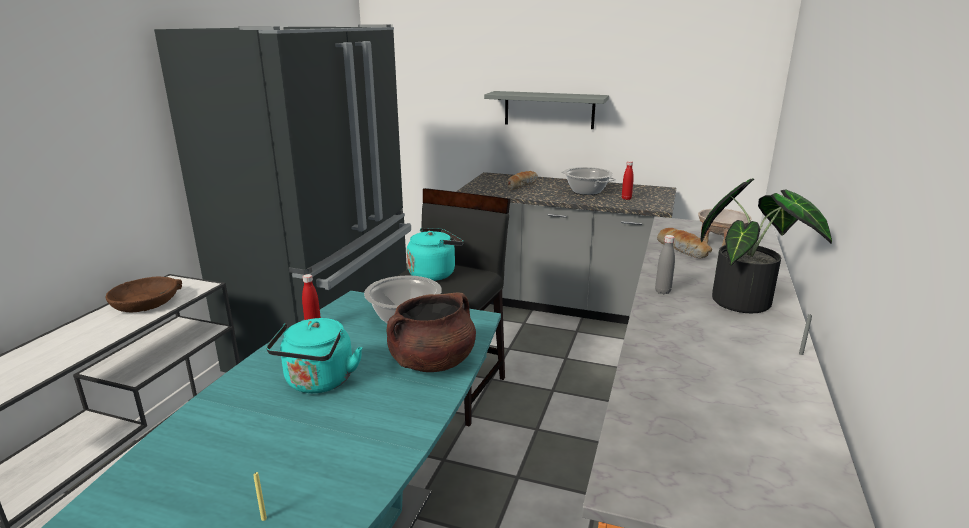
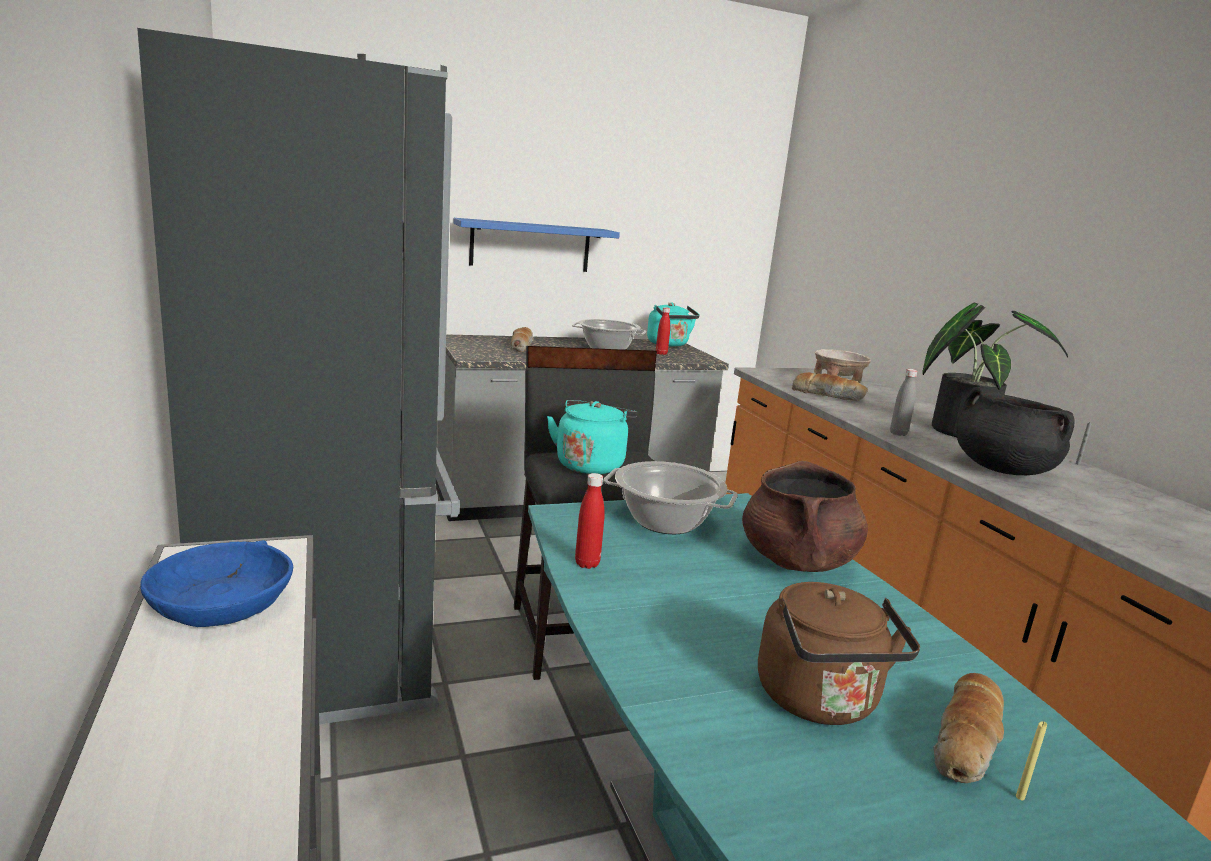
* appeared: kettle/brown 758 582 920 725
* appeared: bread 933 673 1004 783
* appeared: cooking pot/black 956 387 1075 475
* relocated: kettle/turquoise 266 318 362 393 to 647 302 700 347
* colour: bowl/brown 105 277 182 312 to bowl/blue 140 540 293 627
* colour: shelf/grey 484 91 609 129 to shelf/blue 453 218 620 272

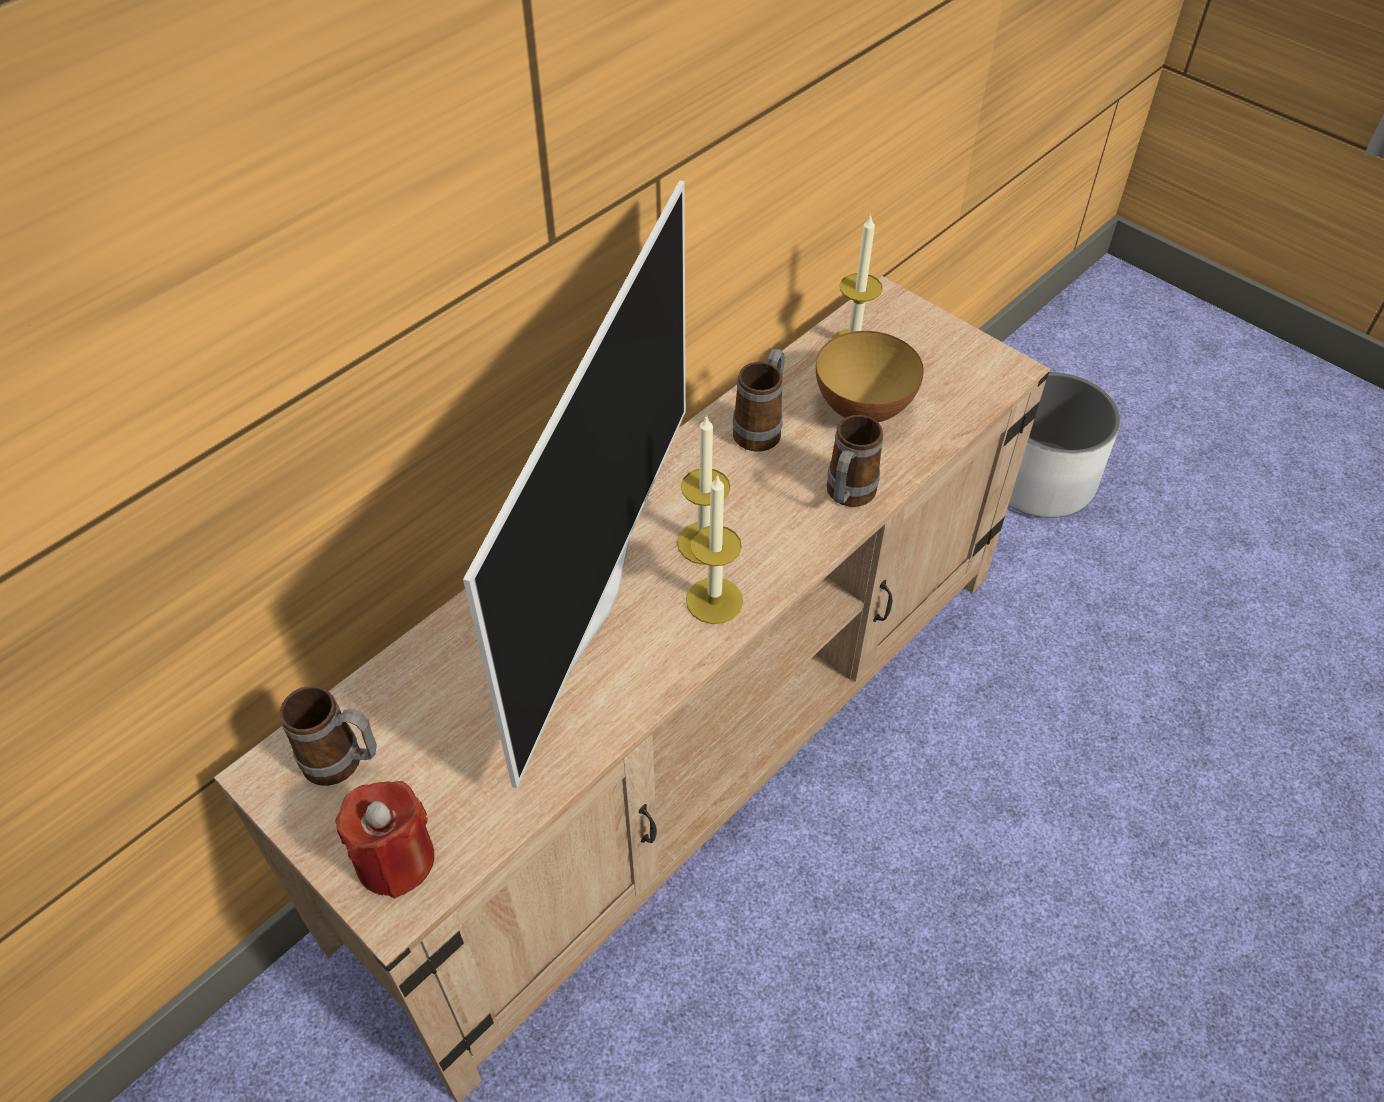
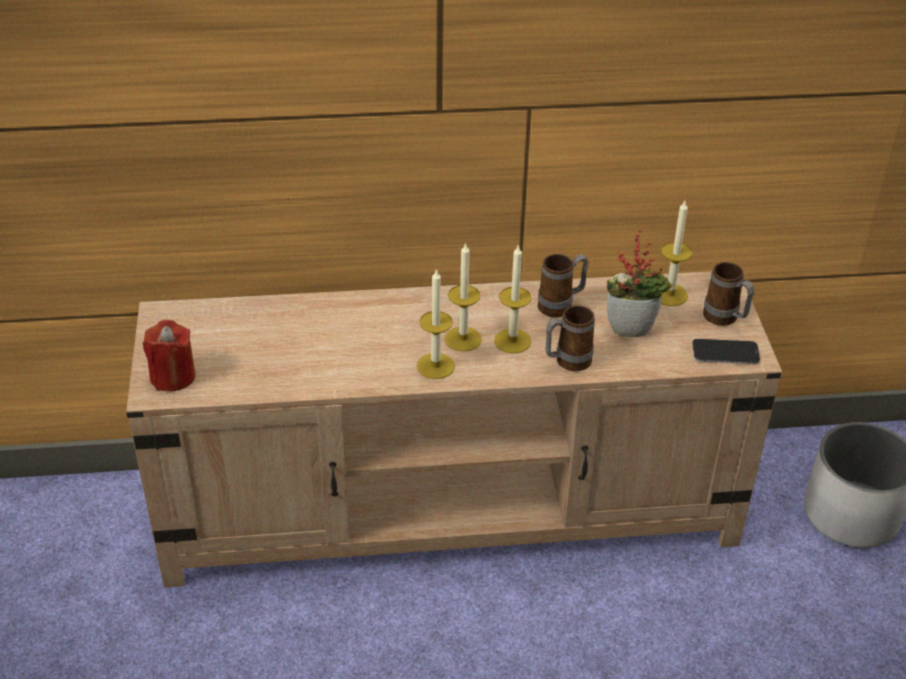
* missing: television 463 180 686 788
* appeared: candle 494 245 531 354
* appeared: phone 692 339 760 364
* relocated: mug 280 686 377 786 to 703 262 754 326
* exchanged: bowl 816 331 924 422 to potted plant 606 230 672 337

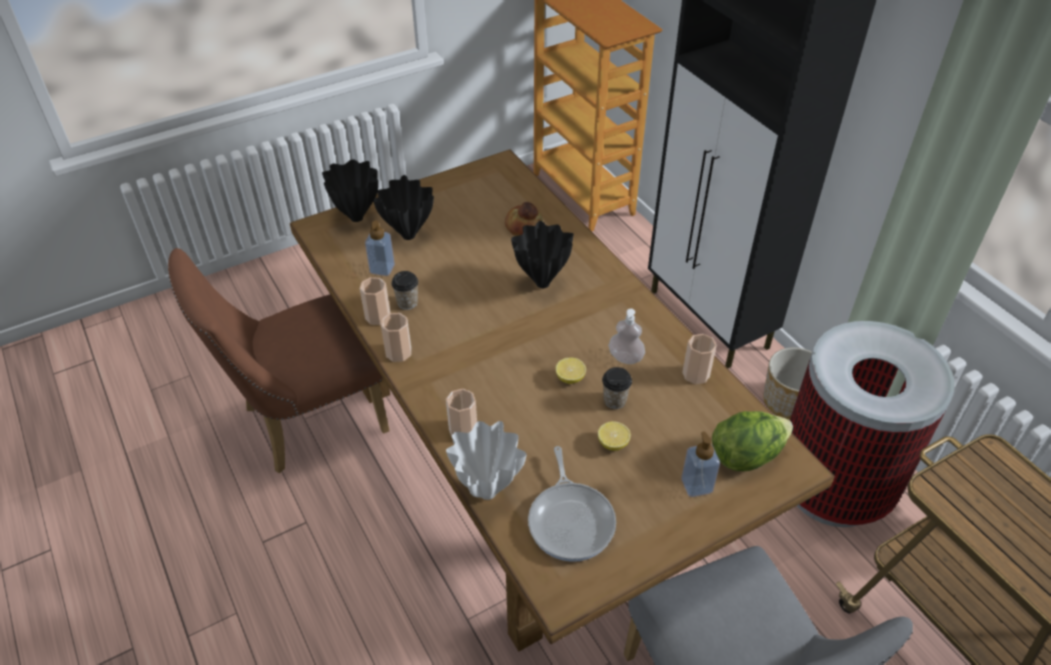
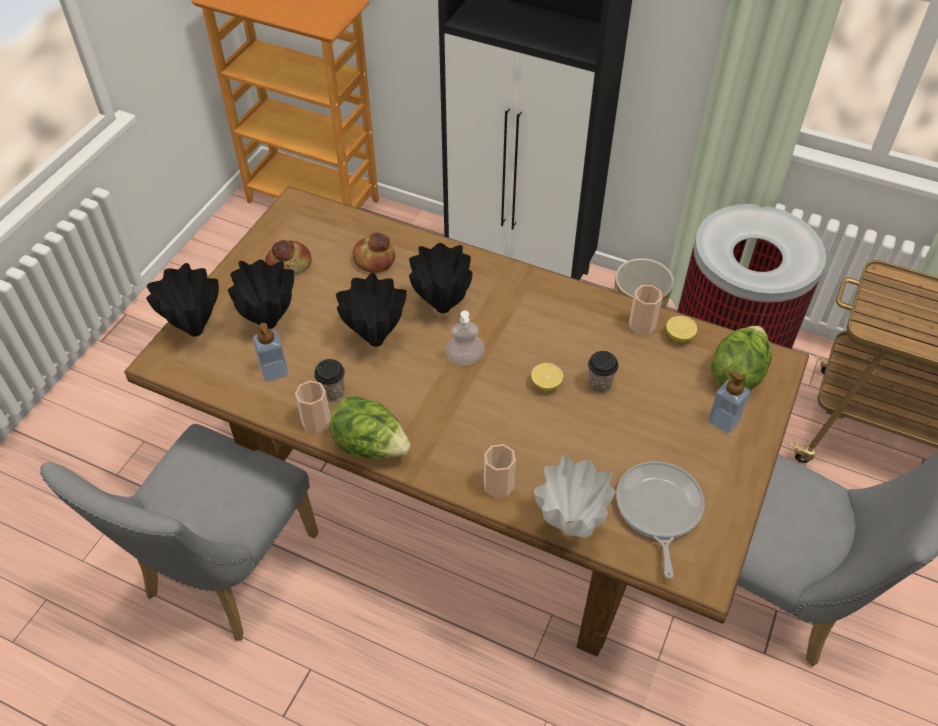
* appeared: bread 265 240 312 275
* appeared: vase/black 336 273 407 347
* relocated: lemon 598 421 631 451 to 666 316 697 342
* relocated: soap dispenser 608 309 645 364 to 445 311 484 365
* exchanged: cup 381 313 411 362 to lettuce 329 395 411 459
* colour: chair/brown 168 248 390 474 to chair/grey 40 424 319 640
* spun: frying pan 528 446 616 562 = 616 461 704 579 135 degrees counterclockwise

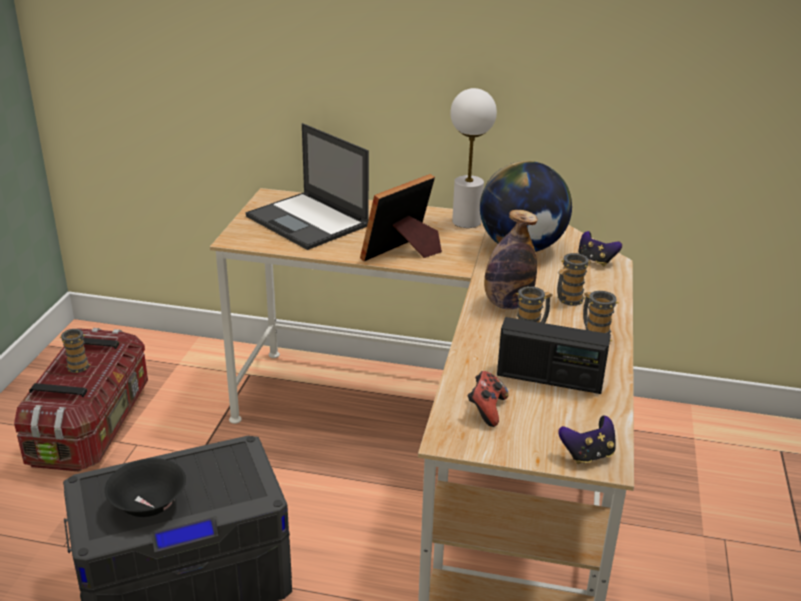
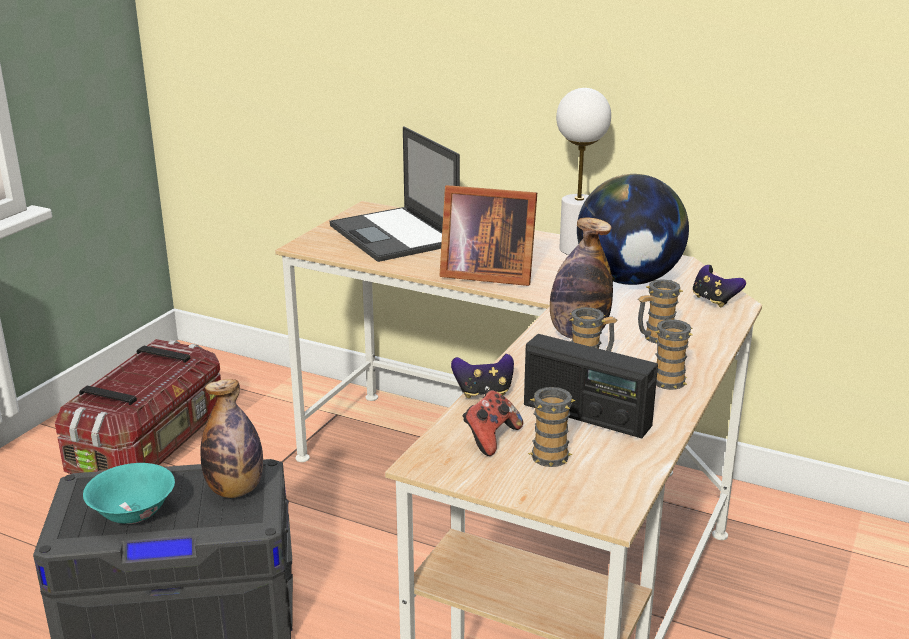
* appeared: bottle 200 379 263 498
* relocated: mug 59 329 91 373 to 528 387 575 467
* relocated: game controller 558 415 616 464 to 451 354 514 398
* colour: bowl/black 105 458 186 517 to bowl/turquoise 83 463 175 524
* spun: picture frame 360 174 442 262 = 439 185 537 286 135 degrees counterclockwise

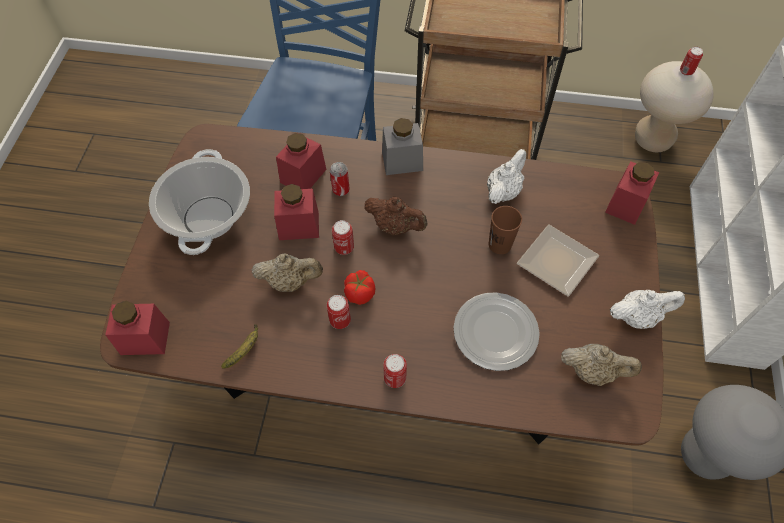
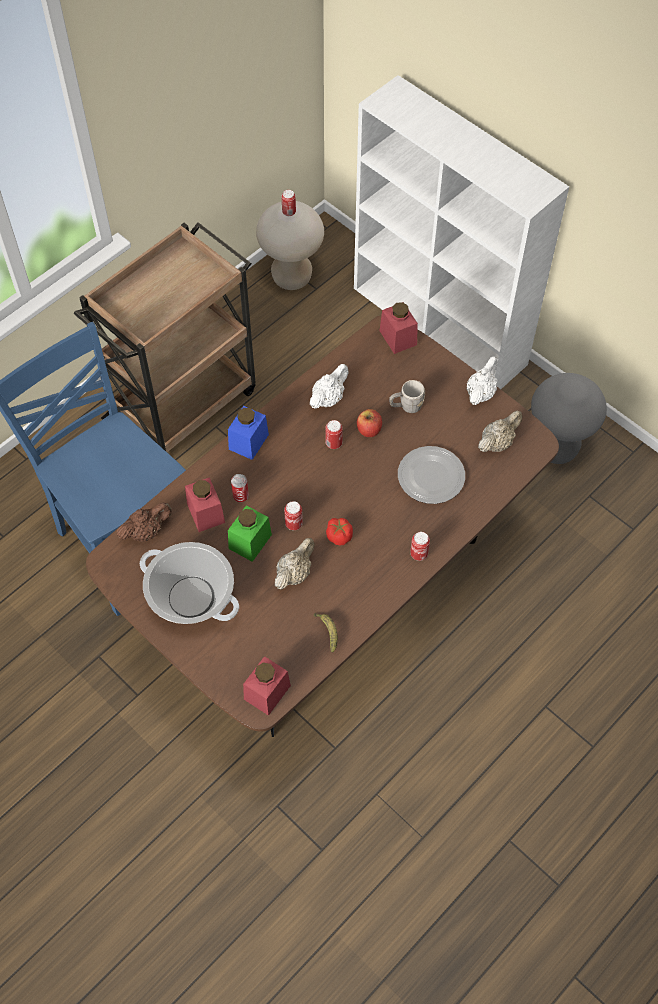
* relocated: can 327 295 351 329 to 325 420 343 449
* relocated: teapot/brown 364 196 427 235 to 116 502 172 542
* exchanged: cup/brown 489 206 522 254 to apple 357 409 382 437
* exchanged: plate 517 224 599 297 to mug/grey 389 380 425 413
* colour: jar/red 274 184 319 240 to jar/green 228 505 272 562
* colour: jar/grey 382 118 423 175 to jar/blue 228 406 269 460
* spun: teapot/white 487 149 526 204 = 310 364 349 409 60 degrees clockwise

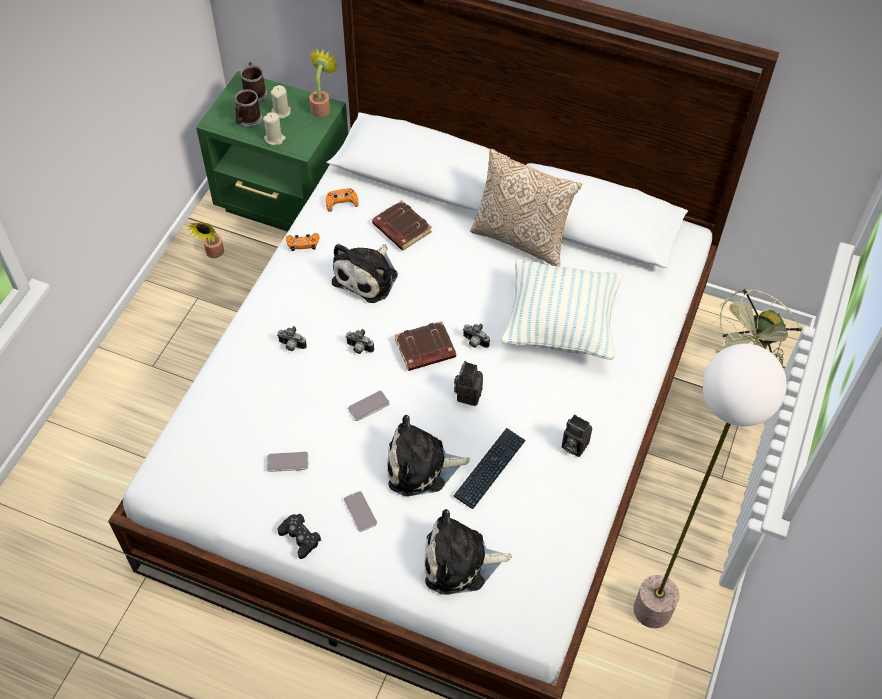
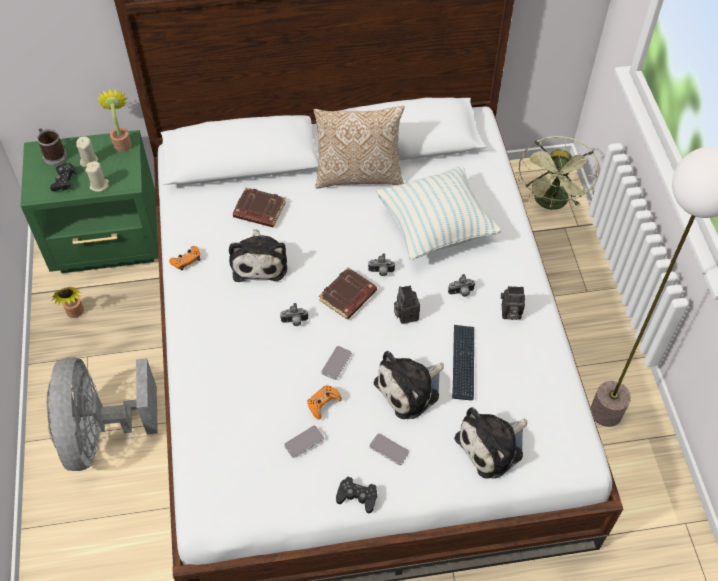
* appeared: fan/grey 46 357 158 471
* relocated: photo camera 277 326 307 351 to 448 274 476 297
* relocated: game controller/orange 326 188 359 212 to 307 385 342 419
* exchanged: mug 234 89 262 128 to game controller/black 50 163 77 192

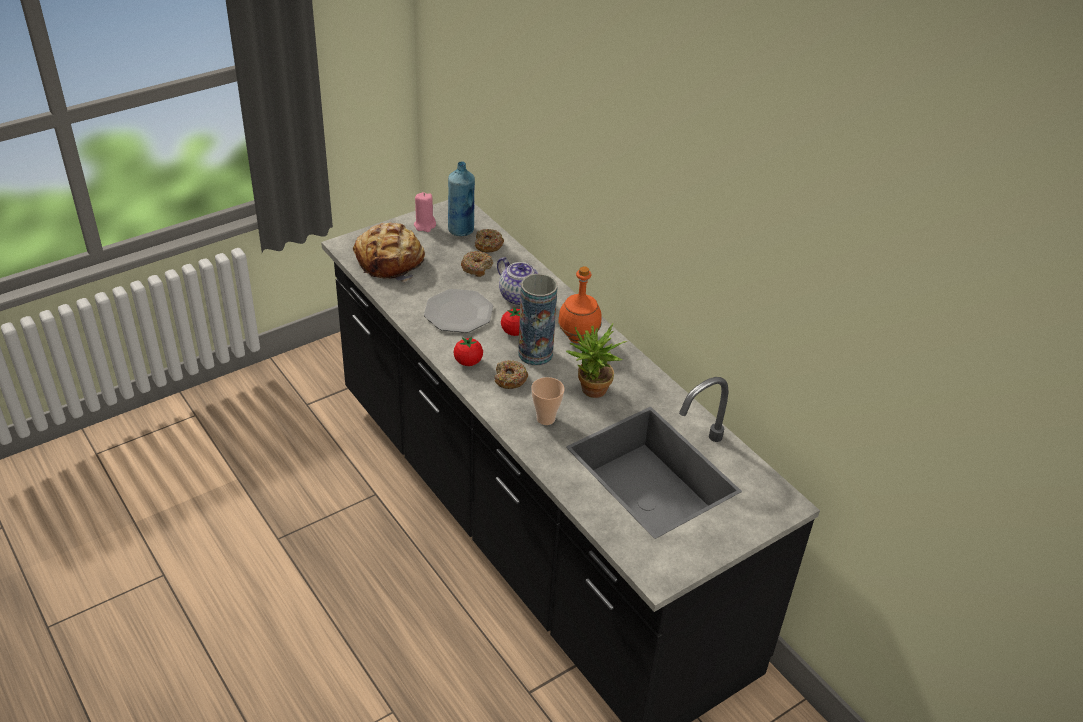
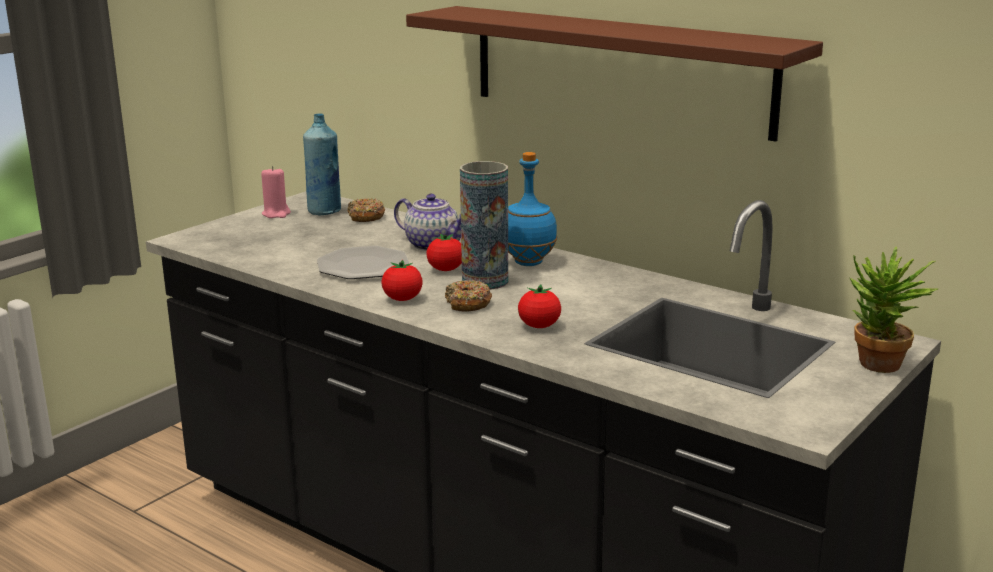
* missing: bread 353 223 425 282
* missing: donut 461 251 493 277
* appeared: shelf/brown 406 6 823 142
* relocated: potted plant 566 323 627 398 to 850 247 938 373
* exchanged: cup 531 377 564 425 to tomato 518 284 561 328
* colour: bottle/orange 558 266 602 343 to bottle/blue 508 152 557 266

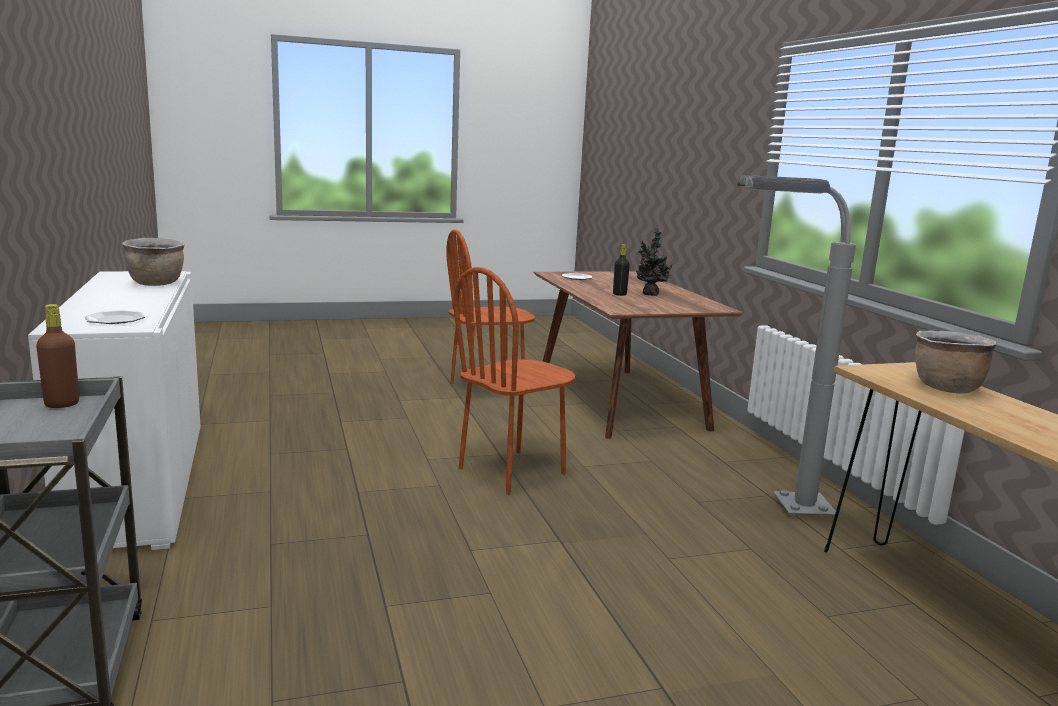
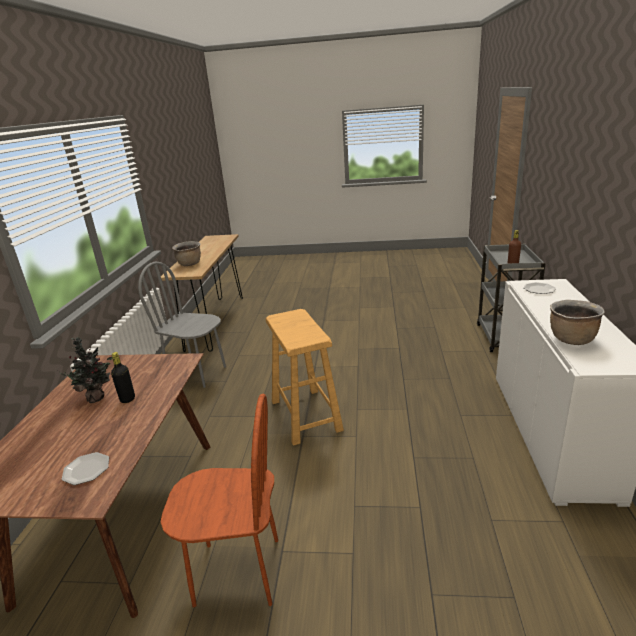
* exchanged: chair/brown 453 267 575 495 to stool/beige 266 309 344 446
* exchanged: floor lamp/grey 737 175 856 517 to chair/grey 138 262 226 388

